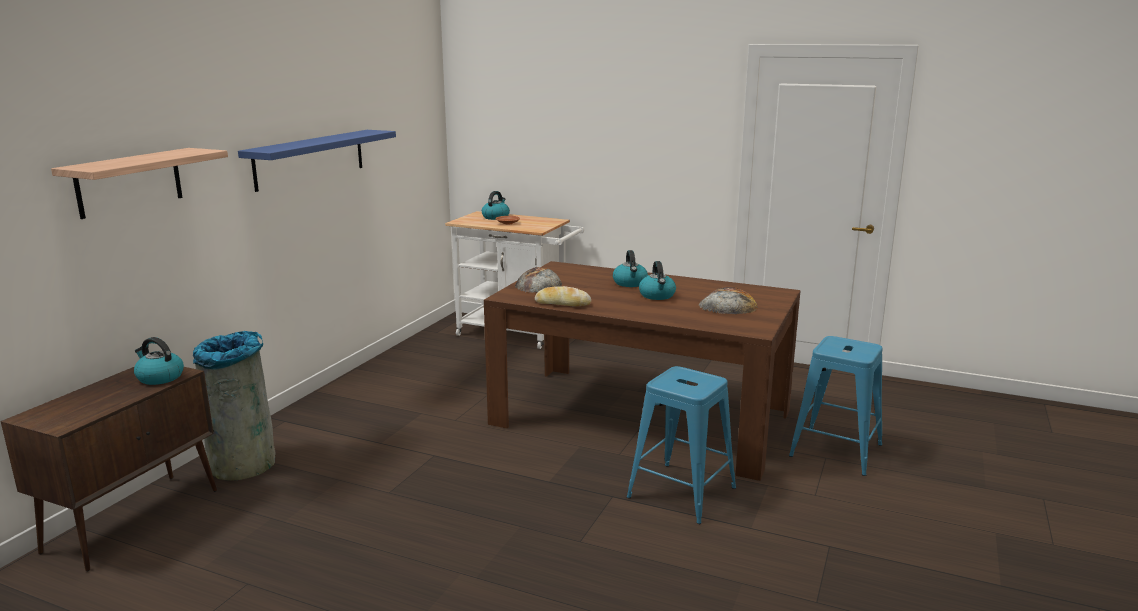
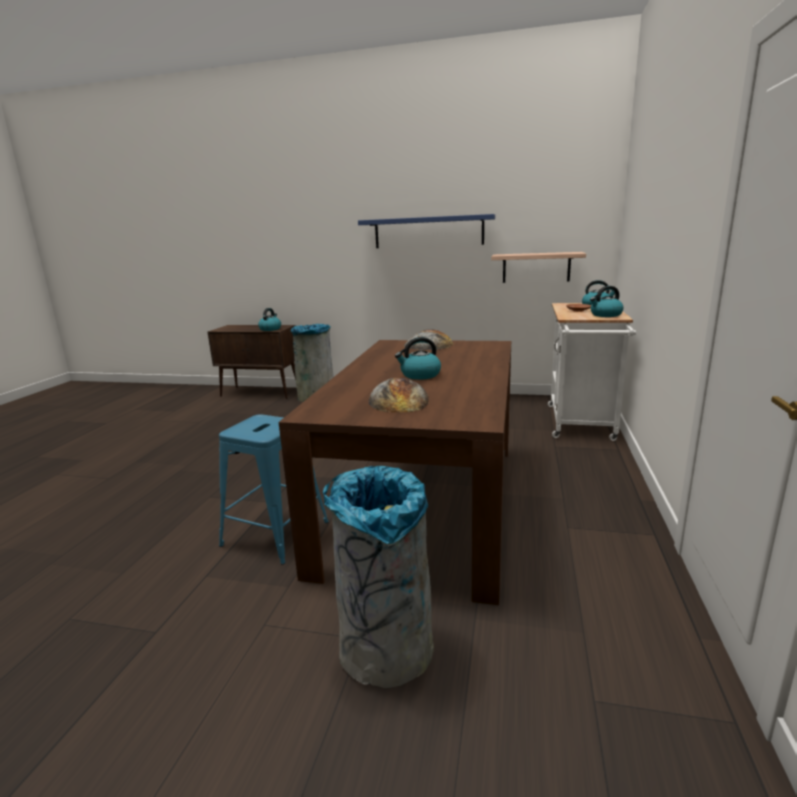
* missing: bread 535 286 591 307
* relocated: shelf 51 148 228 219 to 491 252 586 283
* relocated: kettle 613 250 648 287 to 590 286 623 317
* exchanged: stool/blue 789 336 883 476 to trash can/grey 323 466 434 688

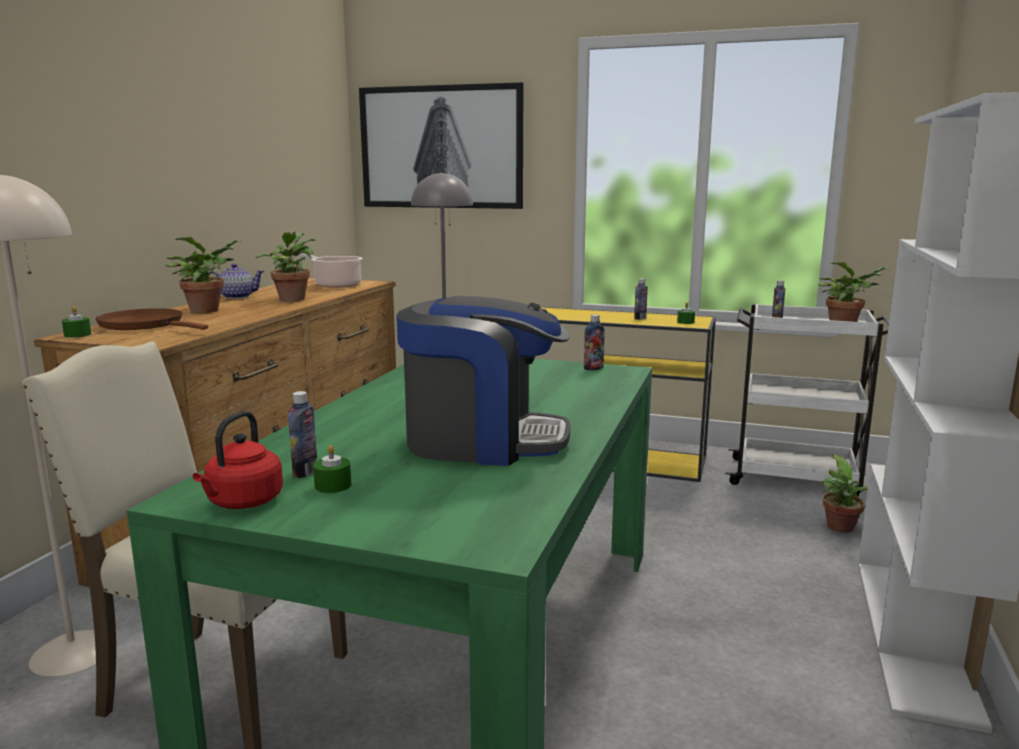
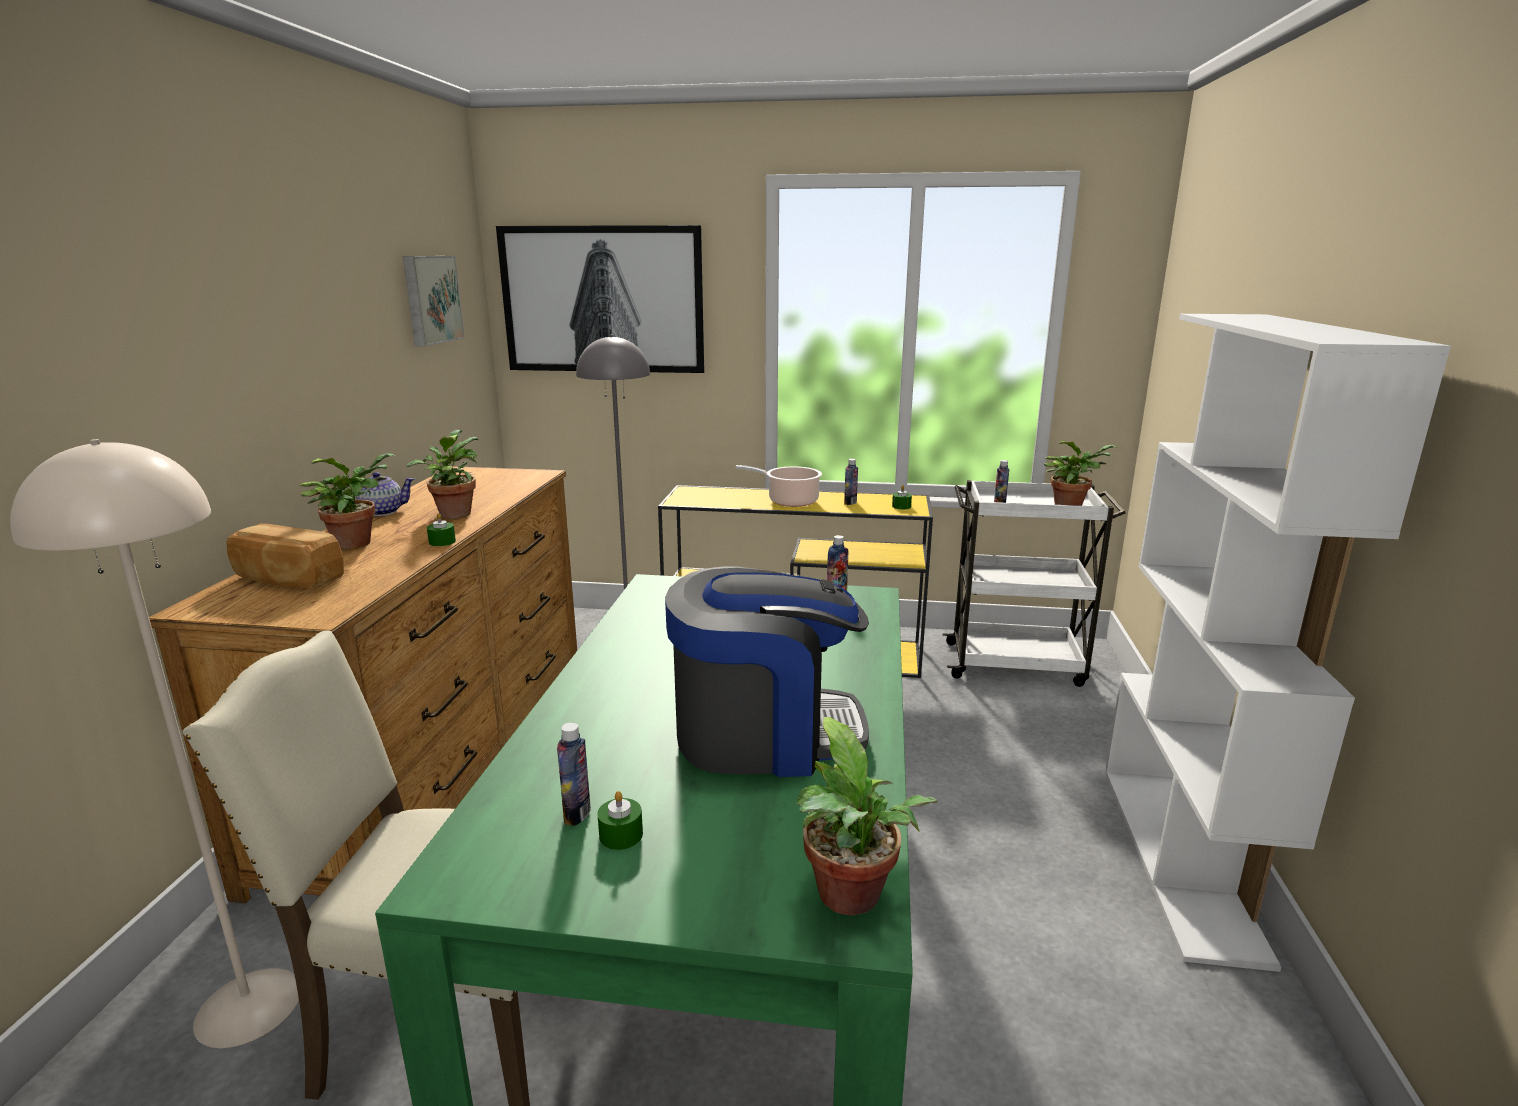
* missing: kettle/red 193 411 283 509
* appeared: picture 403 256 465 347
* relocated: candle/green 62 306 91 338 to 427 513 456 546
* relocated: cooking pot 298 253 363 288 to 735 465 822 507
* relocated: potted plant 821 454 868 533 to 796 717 938 915
* exchanged: frying pan/brown 96 308 208 330 to bread 226 523 344 588

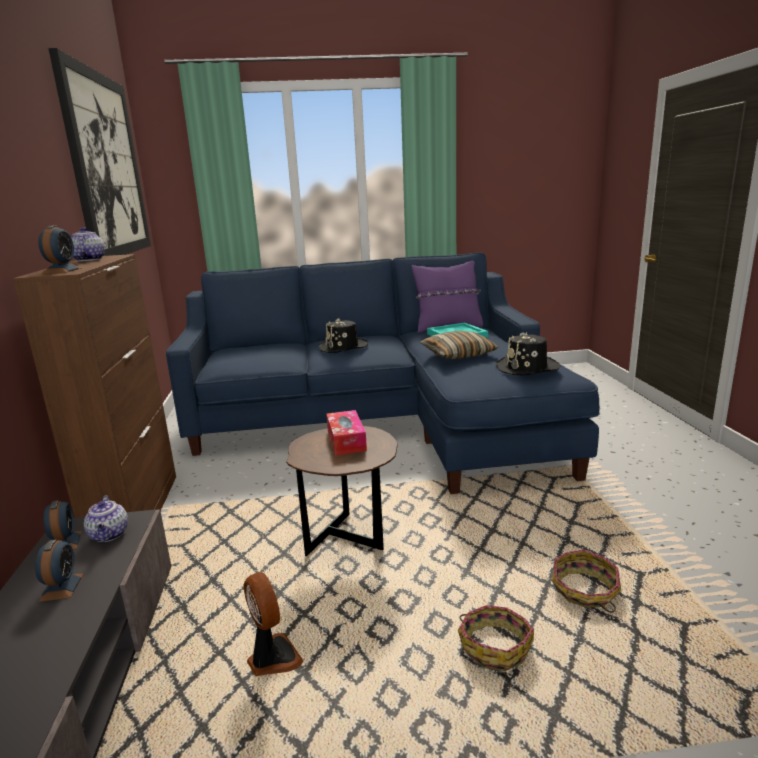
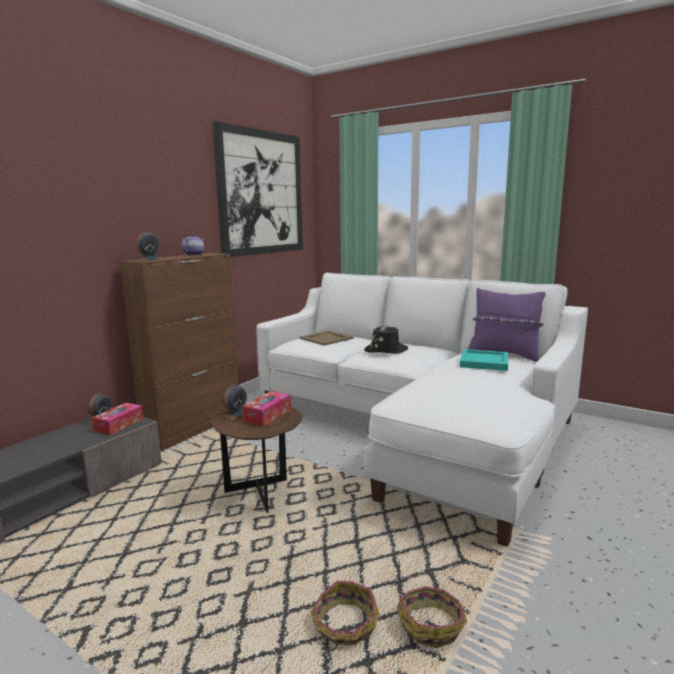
* missing: fan 244 572 304 676
* missing: pillow 420 331 498 359
* missing: hat/black 496 332 560 375
* appeared: tray/beige 299 331 353 346
* relocated: alarm clock 35 539 84 602 to 221 384 247 421
* relocated: basket 458 605 534 671 to 397 586 467 648
* exchanged: teapot 84 495 128 542 to tissue box 92 403 144 435
* colour: sofa/blue 166 252 600 494 to sofa/white 256 273 588 547

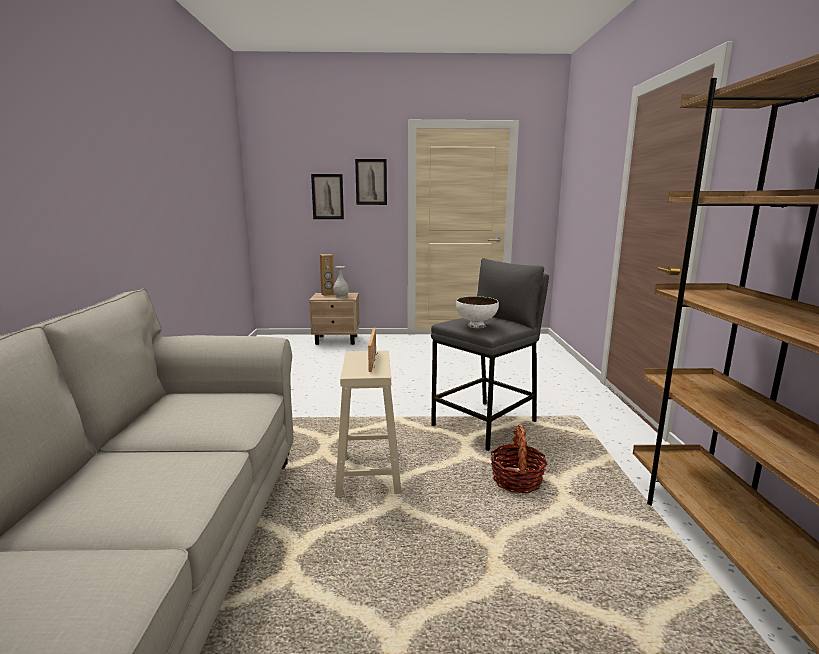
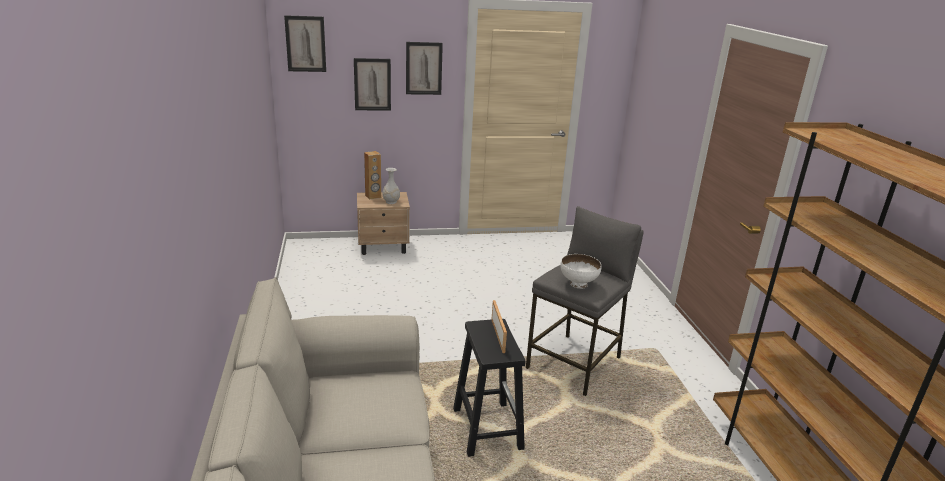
* missing: basket 491 425 548 494
* appeared: picture 284 15 326 72
* colour: stool/beige 335 351 402 497 to stool/black 453 319 525 457

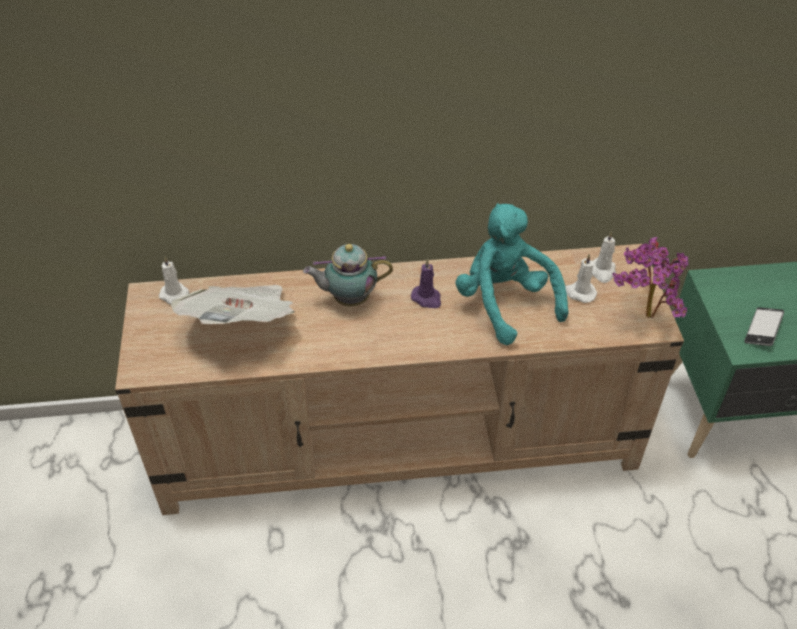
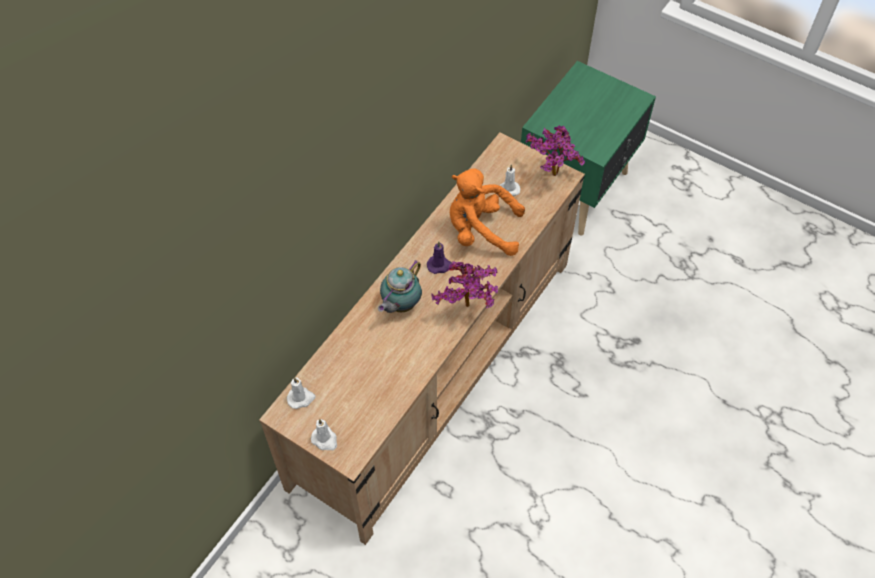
* missing: newspaper 171 285 295 324
* missing: phone 744 307 784 346
* appeared: potted plant 431 261 498 308
* relocated: candle/white 592 231 616 283 to 311 419 337 450
* colour: plush toy/turquoise 455 203 568 345 to plush toy/orange 450 169 525 256

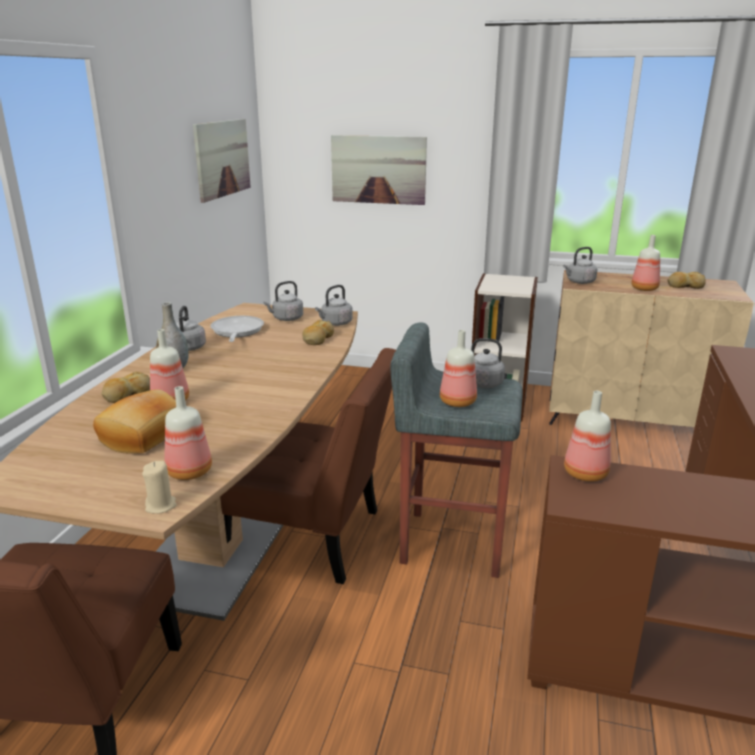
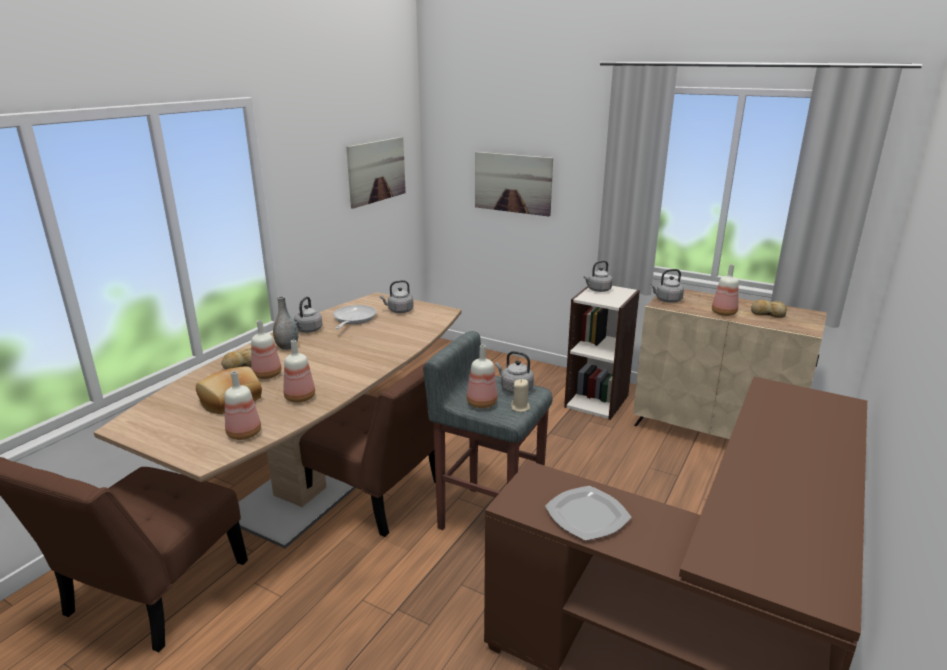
* missing: bread 303 320 334 345
* appeared: plate 545 486 631 541
* relocated: candle/beige 142 461 177 514 to 511 379 530 412
* relocated: kettle/grey 315 285 353 326 to 583 260 613 292
* relocated: bottle 564 391 611 482 to 283 340 315 403

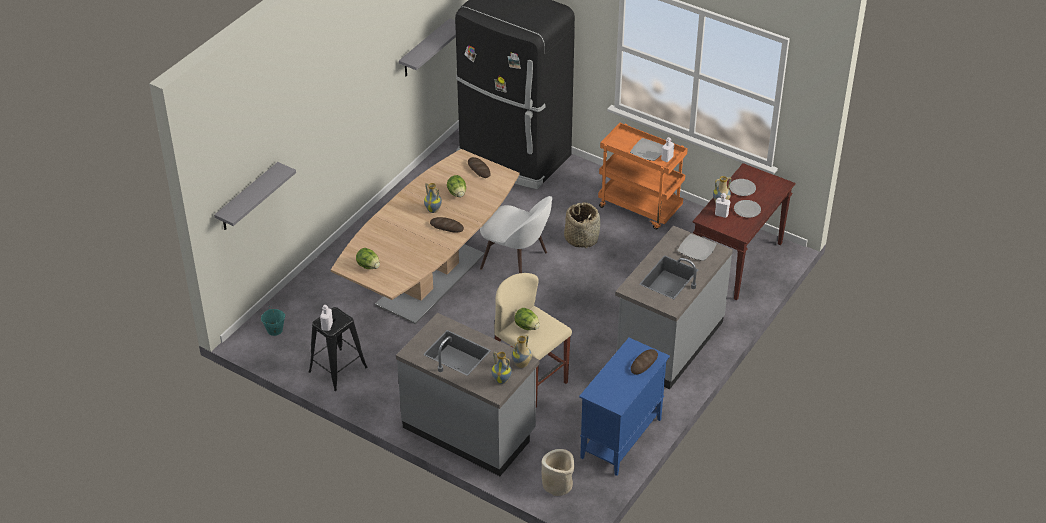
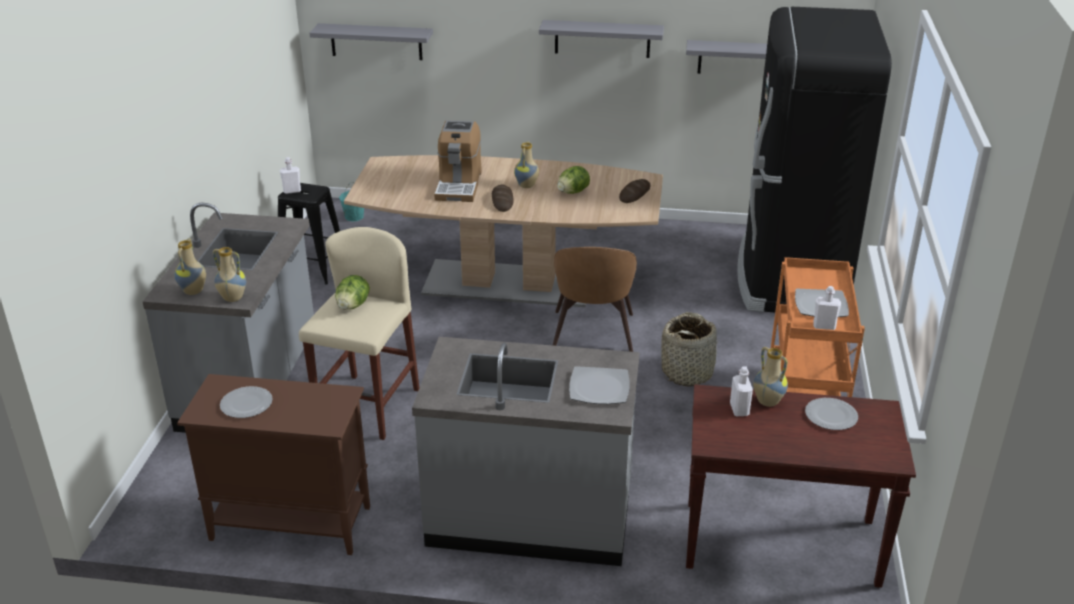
* missing: lettuce 356 248 380 269
* missing: planter/beige 542 449 575 496
* missing: bread 631 349 658 375
* appeared: coffee machine 434 120 482 202
* appeared: shelf/grey 539 20 664 58
* relocated: plate 734 200 761 218 to 220 386 273 418
* colour: chair/white 480 196 553 273 to chair/brown 553 247 637 352
* colour: cabinet/blue 579 338 670 476 to cabinet/brown 177 374 370 555

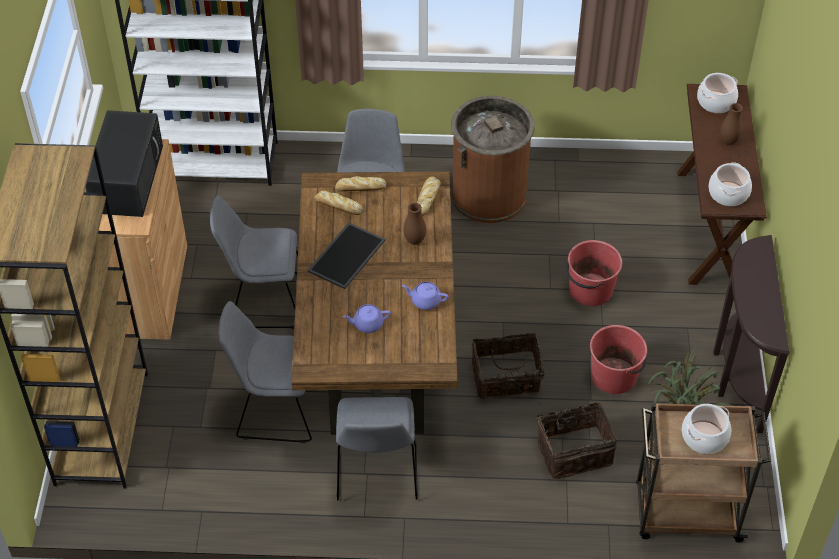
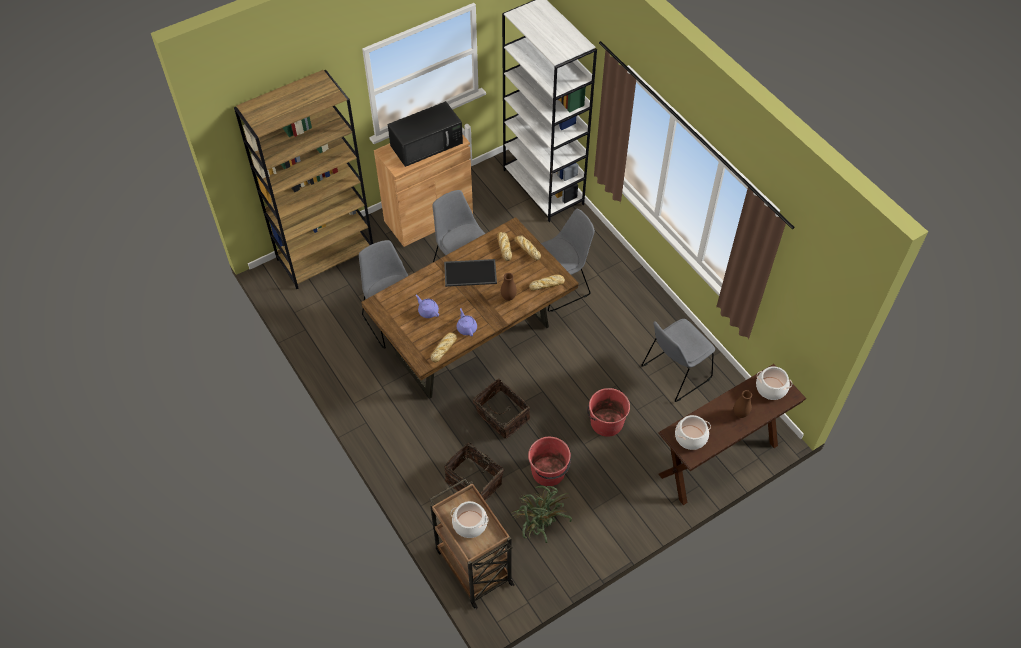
* missing: trash can/brown 451 96 535 223
* missing: console table/brown 713 235 789 433
* appeared: bread 431 332 457 363
* relocated: chair/grey 336 397 418 501 to 641 319 715 402

